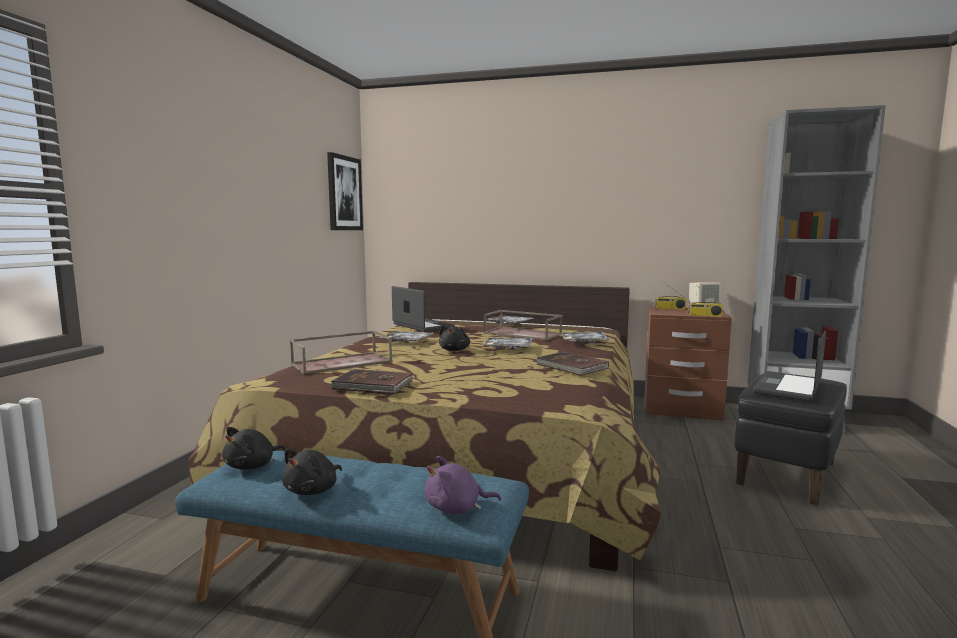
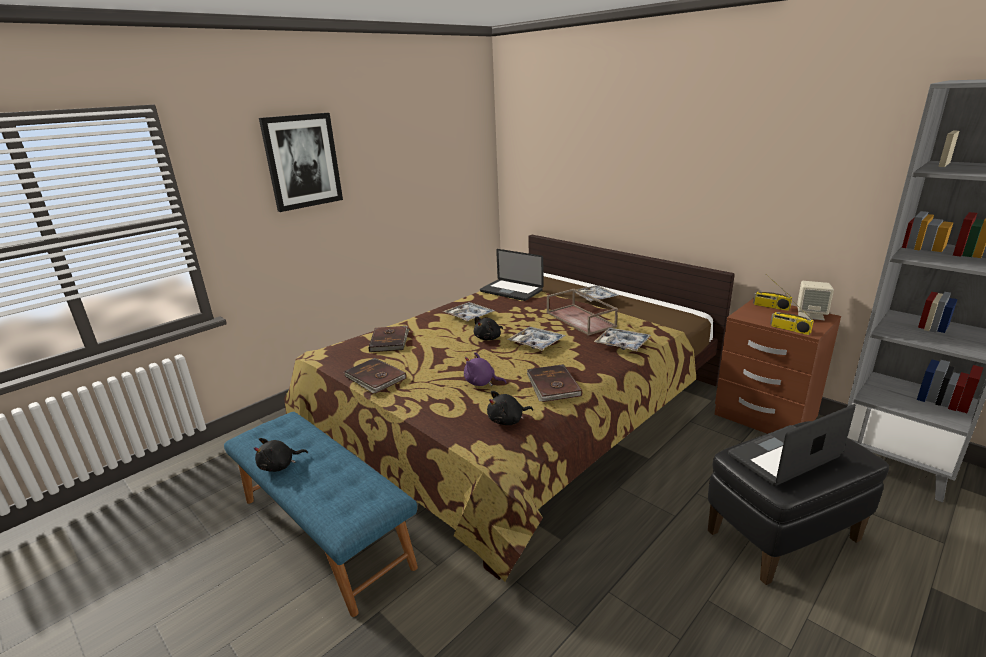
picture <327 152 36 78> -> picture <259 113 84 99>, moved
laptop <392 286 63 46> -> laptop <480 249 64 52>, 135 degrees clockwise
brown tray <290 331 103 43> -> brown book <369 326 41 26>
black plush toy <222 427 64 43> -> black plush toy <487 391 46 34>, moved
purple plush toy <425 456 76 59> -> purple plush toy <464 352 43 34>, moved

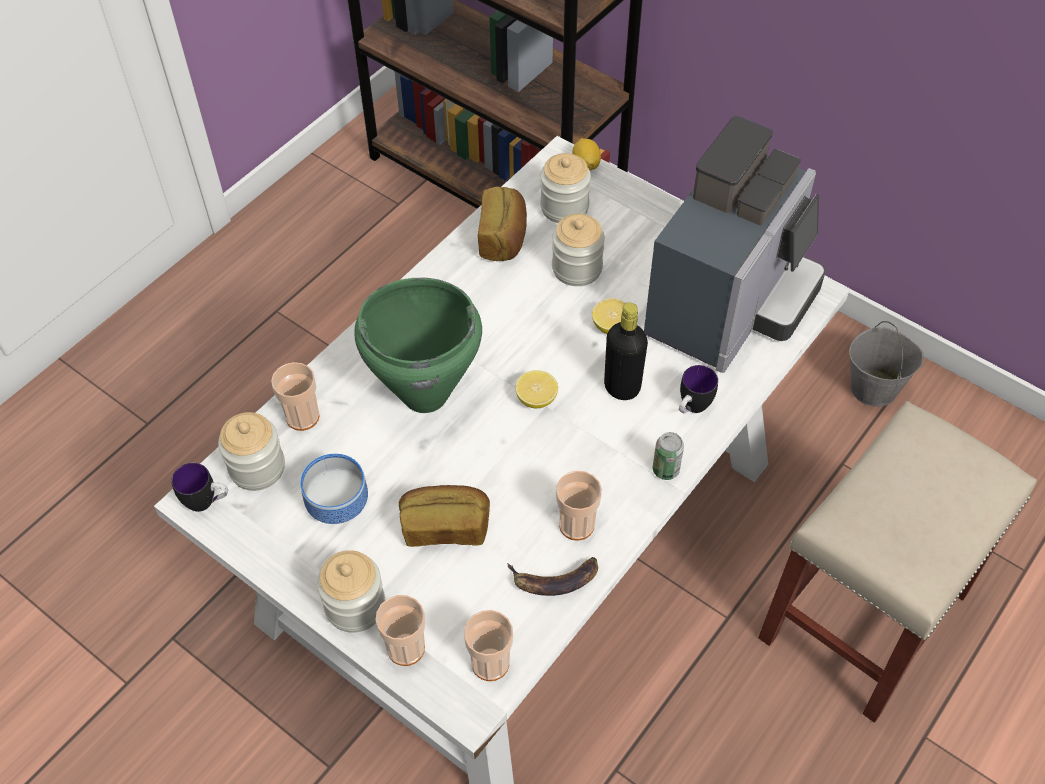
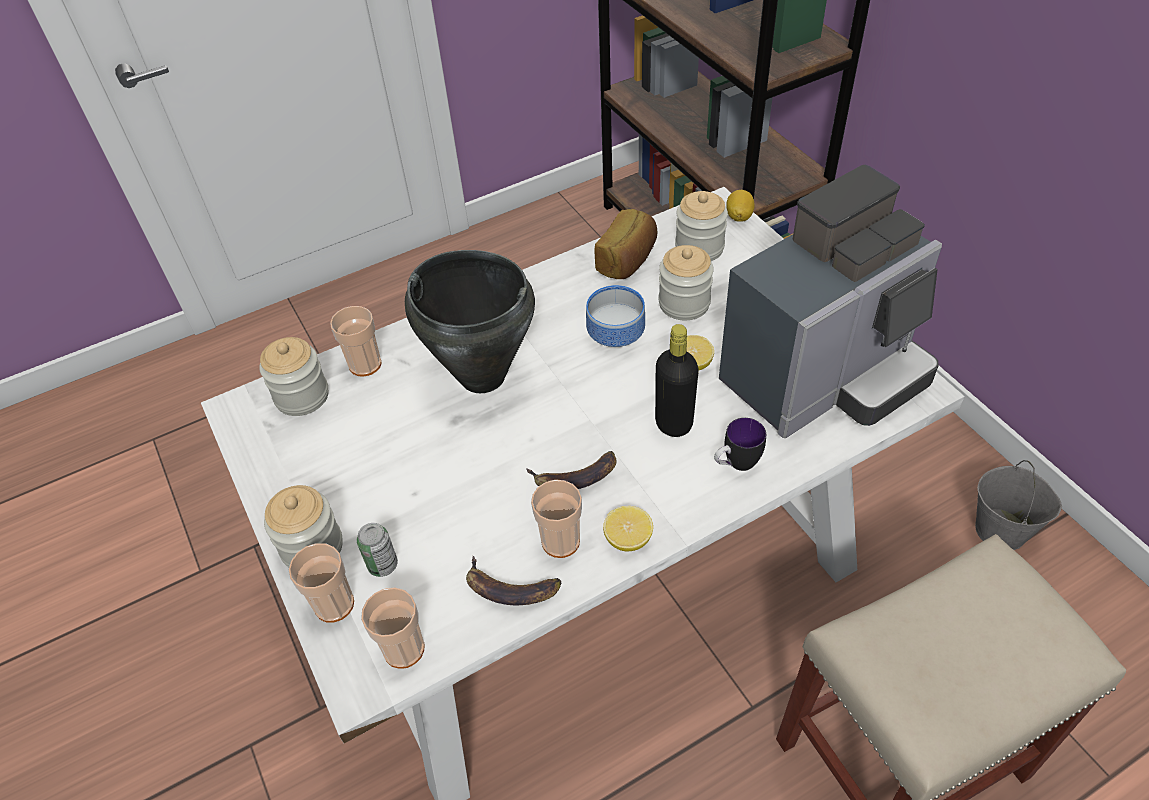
green cooking pot <355 278 127 135> -> black cooking pot <405 250 130 143>
lemon <516 370 42 39> -> lemon <603 506 50 45>, moved
can <653 432 31 48> -> can <357 523 41 54>, moved
bowl <300 454 68 70> -> bowl <586 285 59 62>, moved
mug <171 463 57 49> -> none
bread <399 485 91 62> -> none
none -> banana <526 451 91 38>

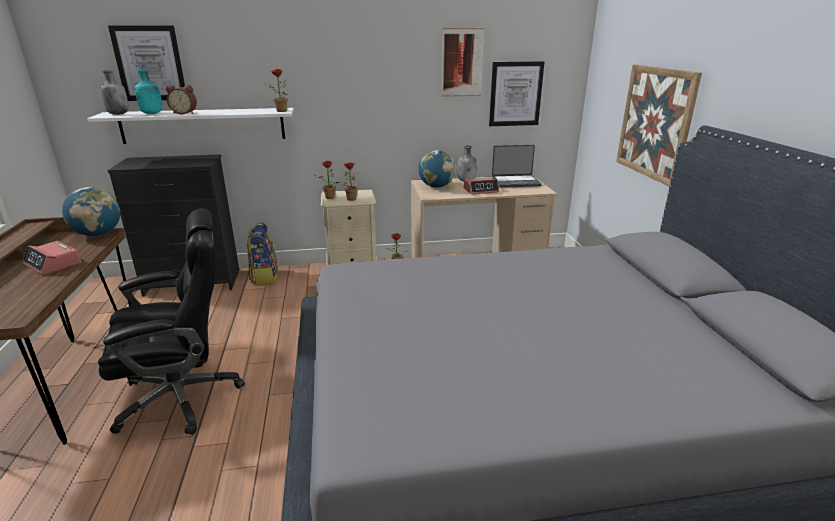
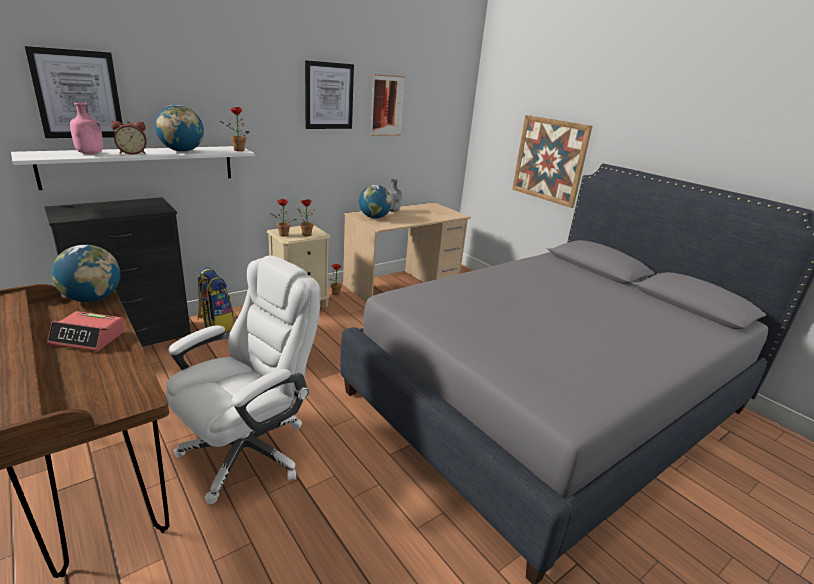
picture <489 61 55 65> -> picture <305 60 49 69>, moved
grey bottle <100 70 29 45> -> none
turquoise bottle <135 70 27 44> -> pink bottle <70 102 33 52>
laptop <492 145 50 43> -> none
alarm clock <464 177 36 18> -> none
black office chair <98 208 147 227> -> white office chair <166 255 154 249>
none -> globe <155 105 49 47>

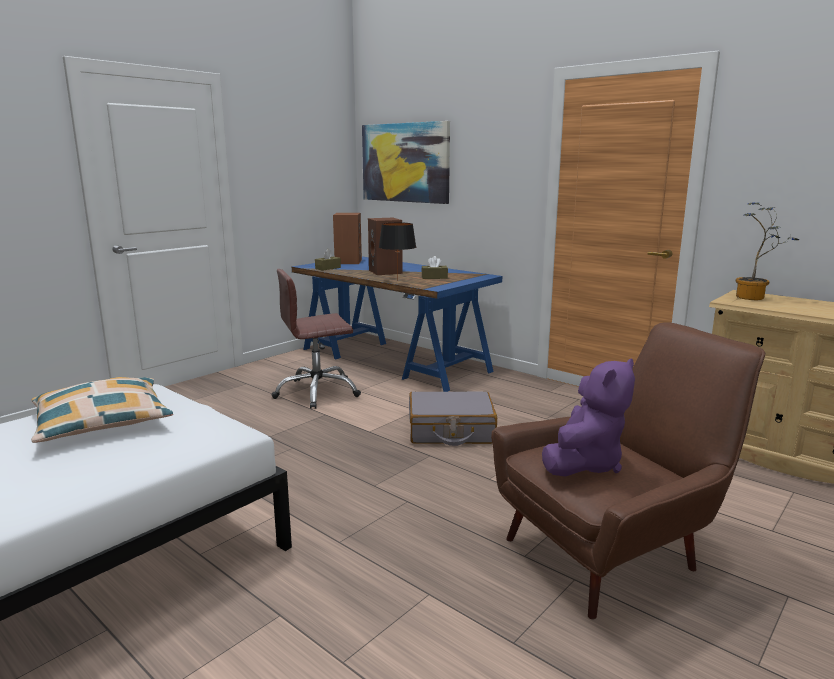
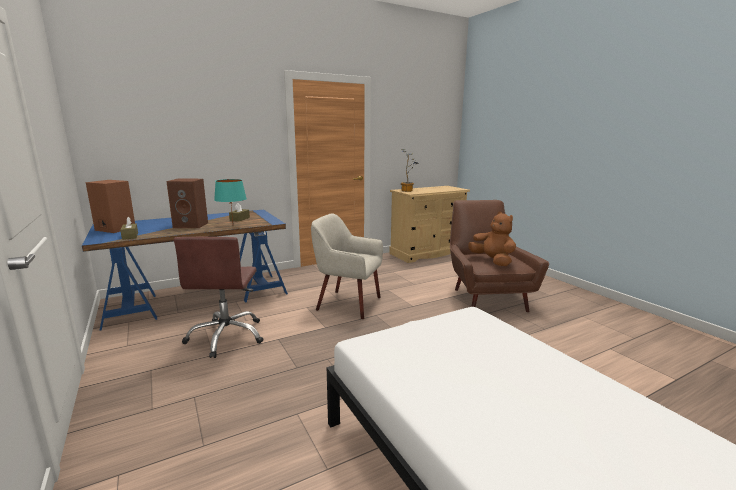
picture <362 121 88 83> -> none
black table lamp <379 222 37 49> -> turquoise table lamp <214 179 33 43>
purple plush toy <542 359 93 118> -> brown plush toy <468 211 48 55>
pillow <31 377 142 66> -> none
grey suitcase <409 391 88 55> -> beige armchair <311 213 72 106>

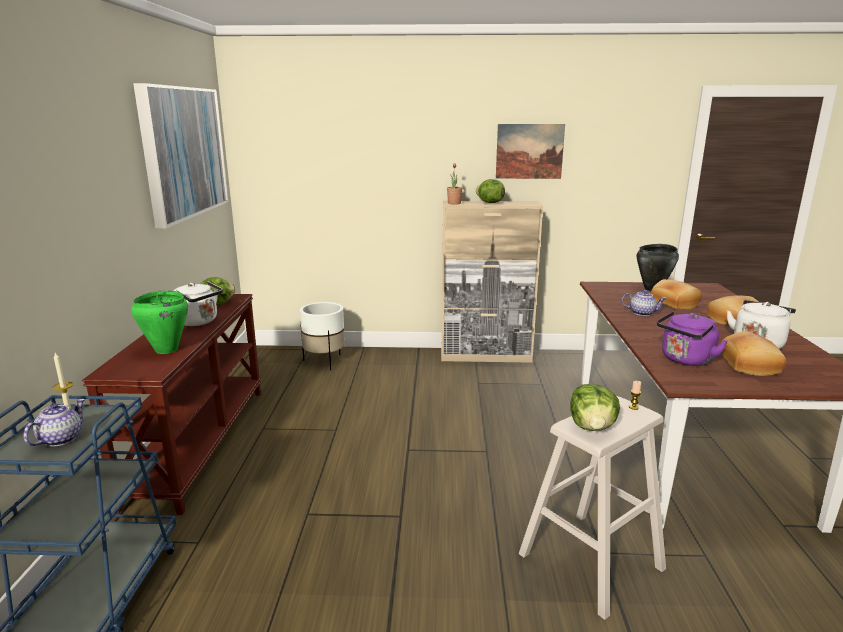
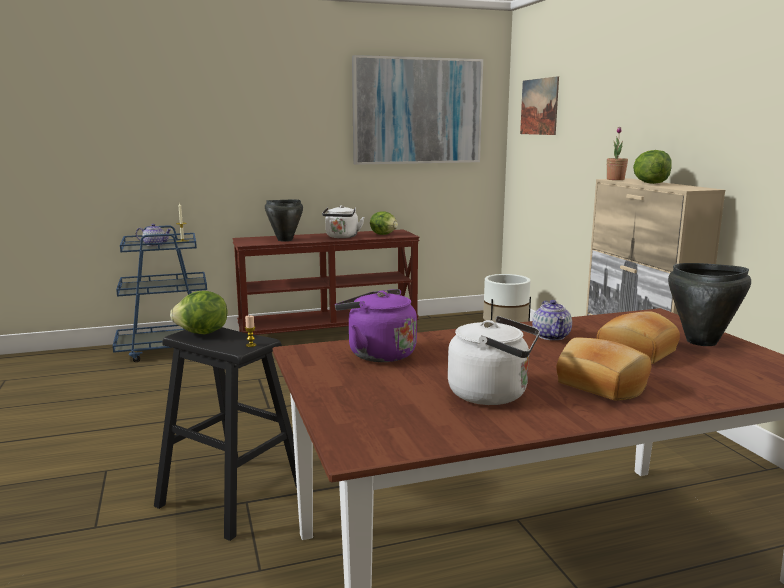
picture <496 124 69 55> -> picture <520 76 39 59>, moved
green cooking pot <131 291 57 63> -> black cooking pot <265 200 38 41>
bread <720 331 66 45> -> none
beige stool <519 396 147 224> -> black stool <154 327 143 214>

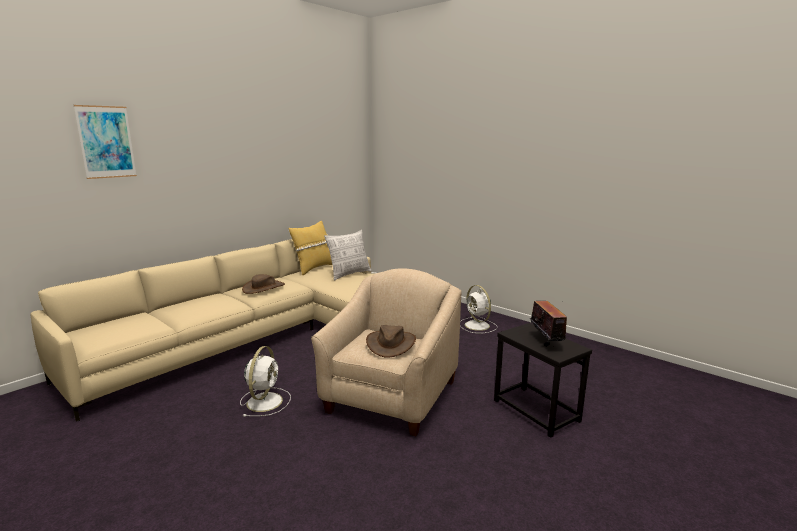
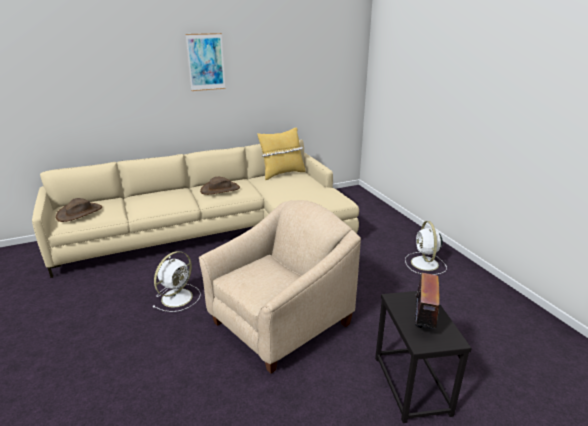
picture <74 105 63 74> -> picture <186 33 39 58>, moved
pillow <324 230 48 50> -> none
brown hat <366 325 50 33> -> brown hat <56 198 46 24>, moved

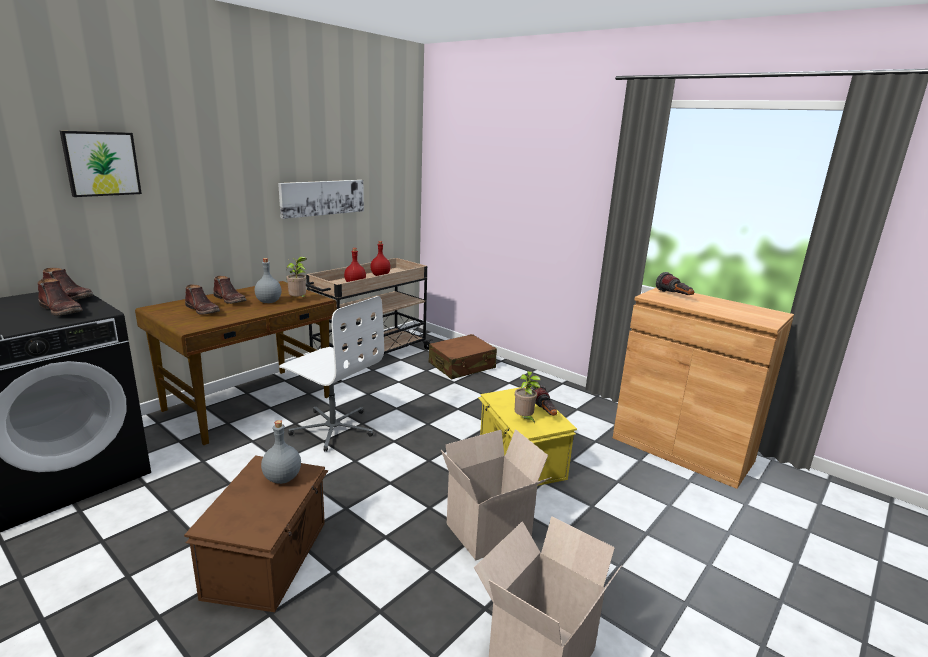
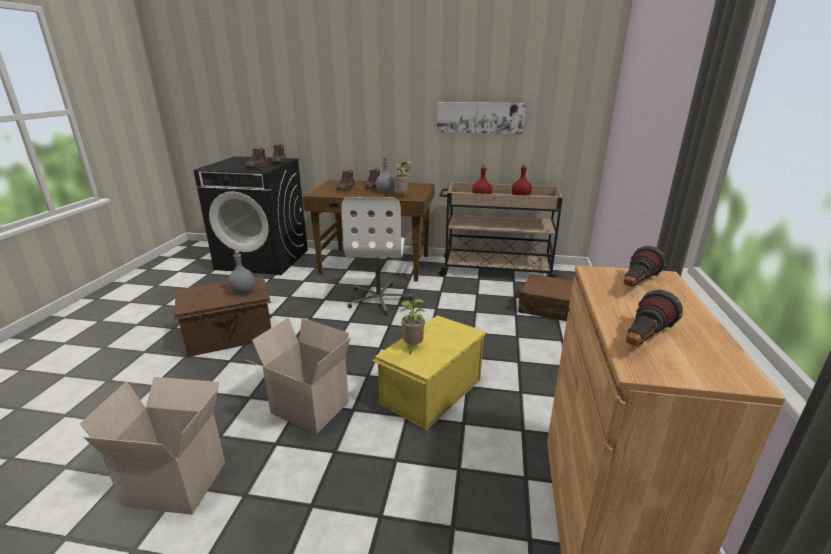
picture <60 131 82 66> -> none
flashlight <531 384 26 32> -> flashlight <626 290 57 56>, moved

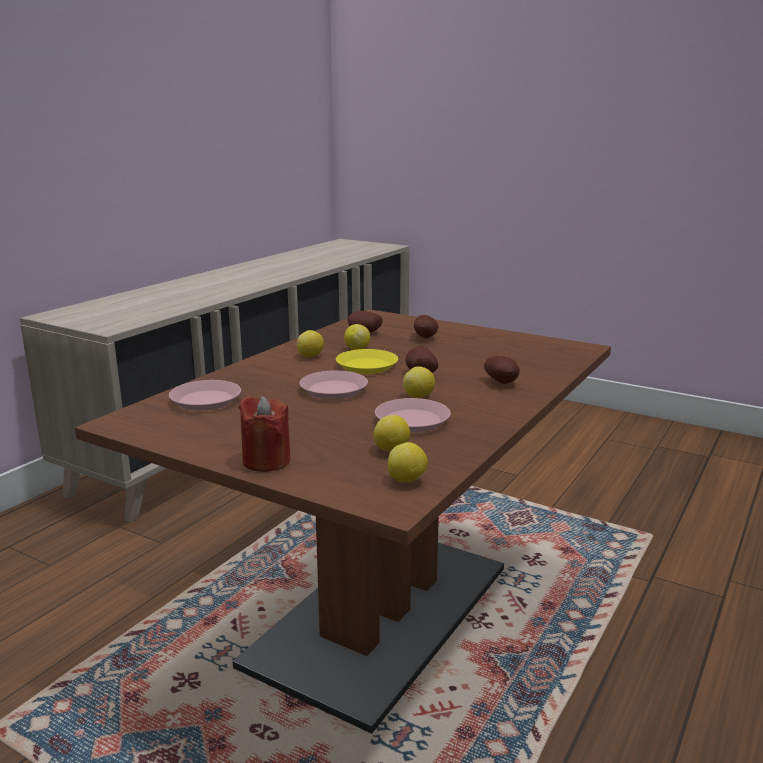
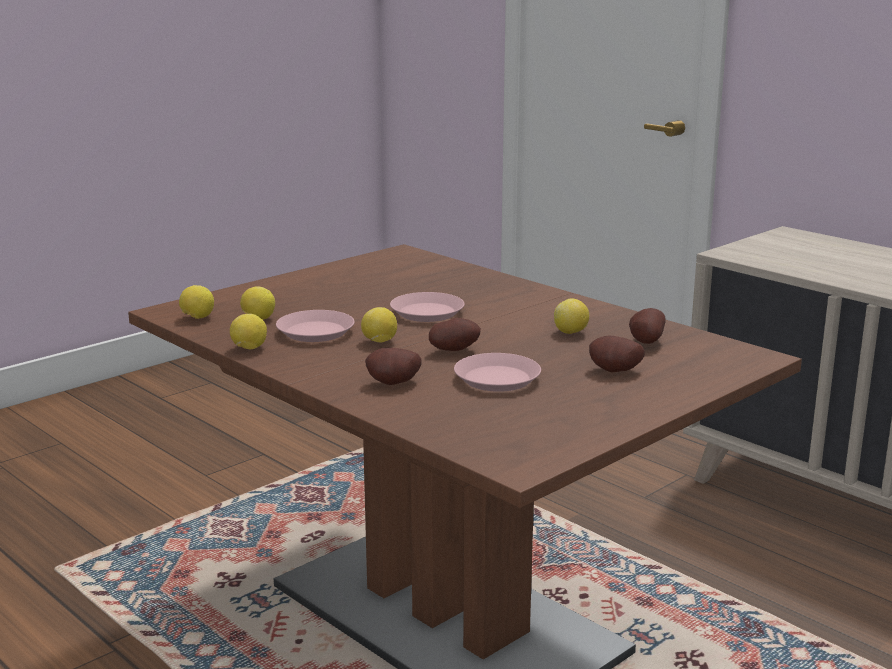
lemon <297 330 27 27> -> lemon <230 314 37 35>, moved
yellow plate <336 349 62 25> -> none
pink plate <169 380 72 31> -> pink plate <454 353 87 39>, moved
red candle <239 396 52 76> -> none

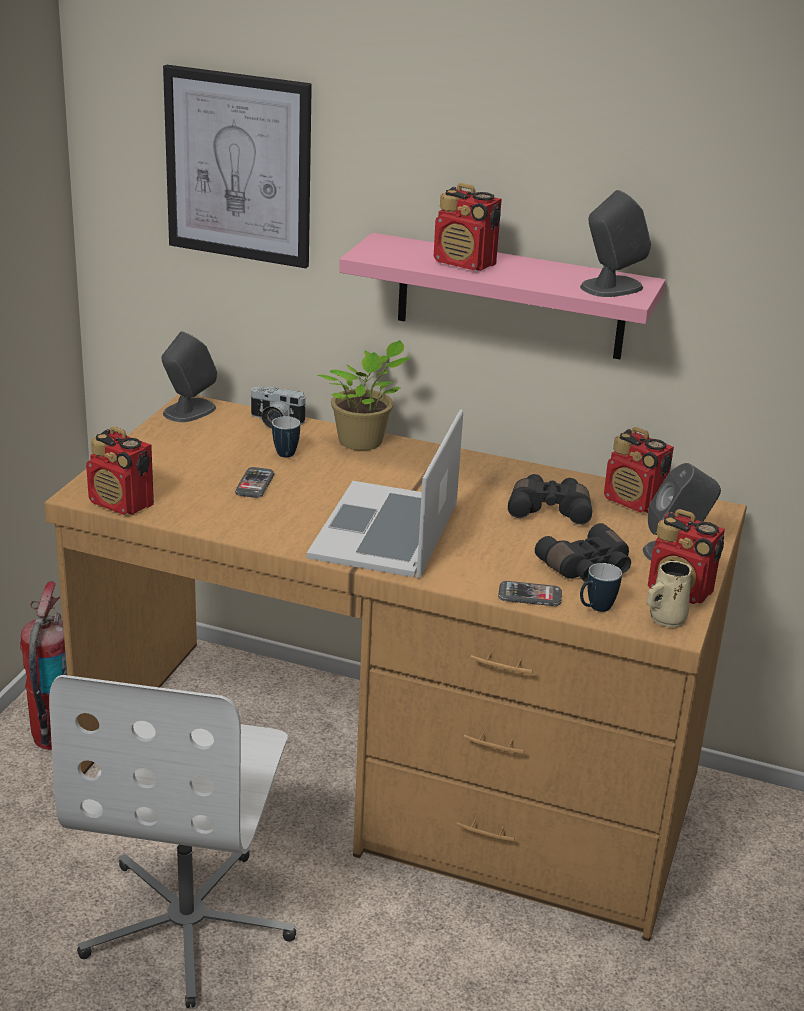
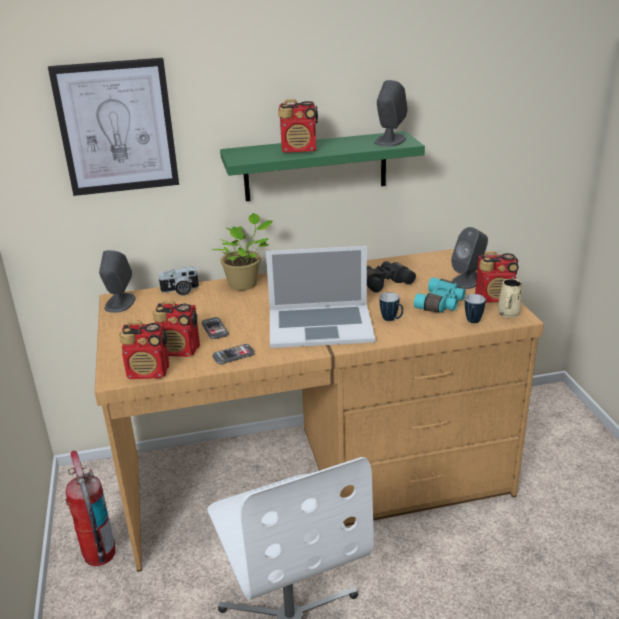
pink shelf <339 233 327 126> -> green shelf <220 131 205 70>
laptop <307 409 156 169> -> laptop <266 246 109 102>, 75 degrees counterclockwise
mug <272 416 28 41> -> mug <379 292 24 29>, moved
radio <604 427 70 86> -> radio <153 300 47 57>, moved
black binoculars <535 523 96 59> -> turquoise binoculars <414 278 52 35>
phone <498 581 64 25> -> phone <213 344 42 20>, moved

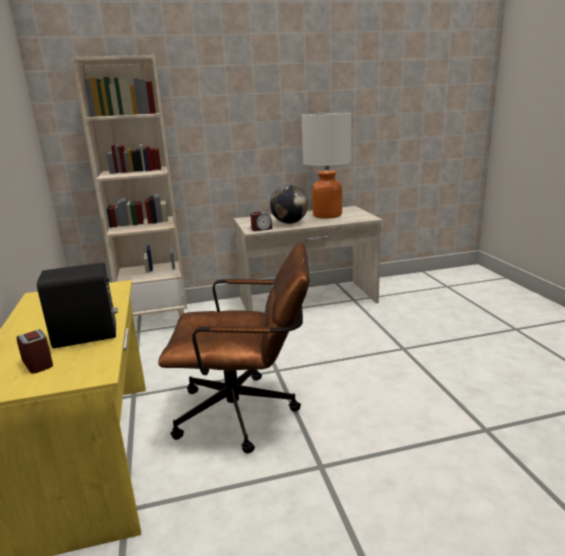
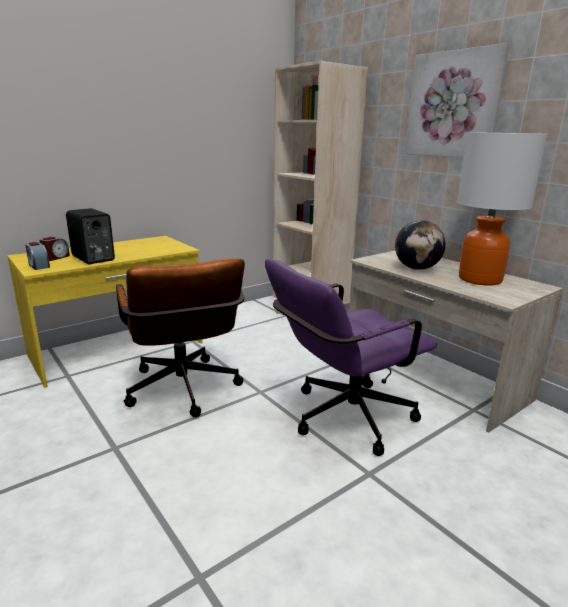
alarm clock <250 211 22 20> -> alarm clock <25 242 25 28>, moved
none -> picture <405 43 105 114>
none -> purple office chair <265 258 172 198>

